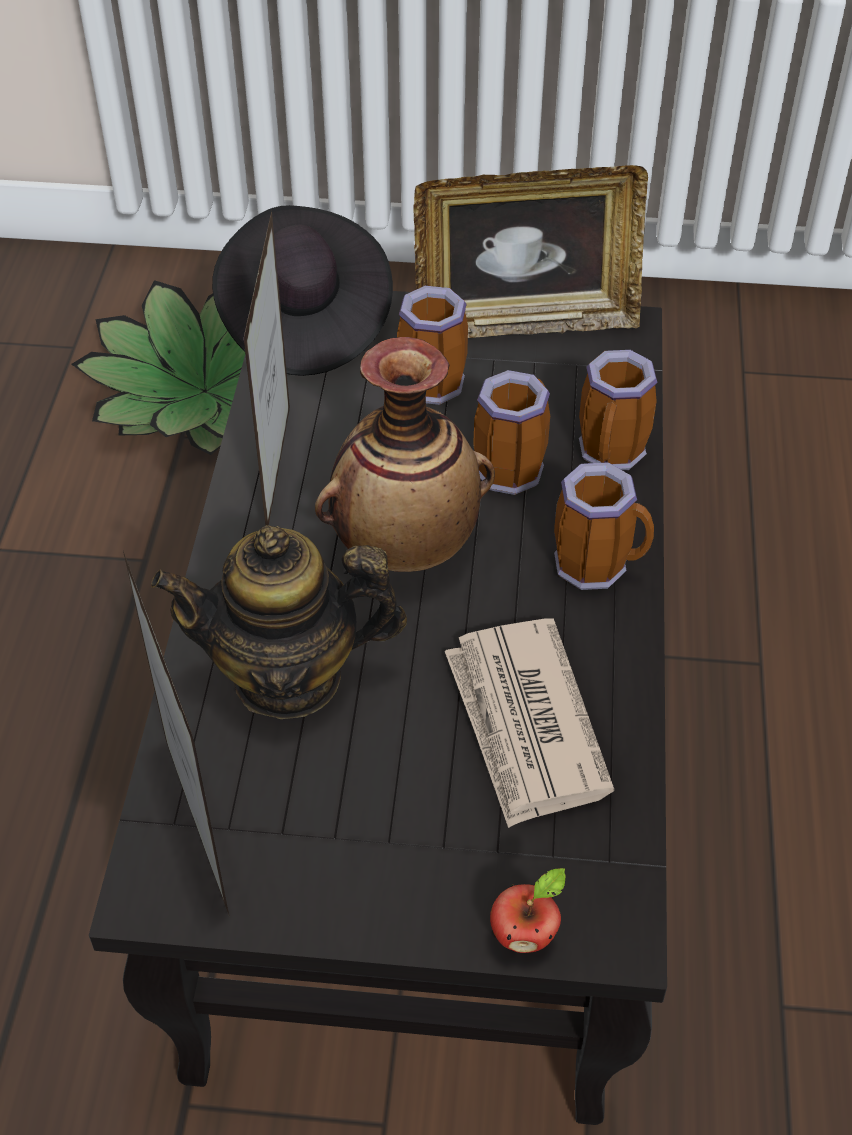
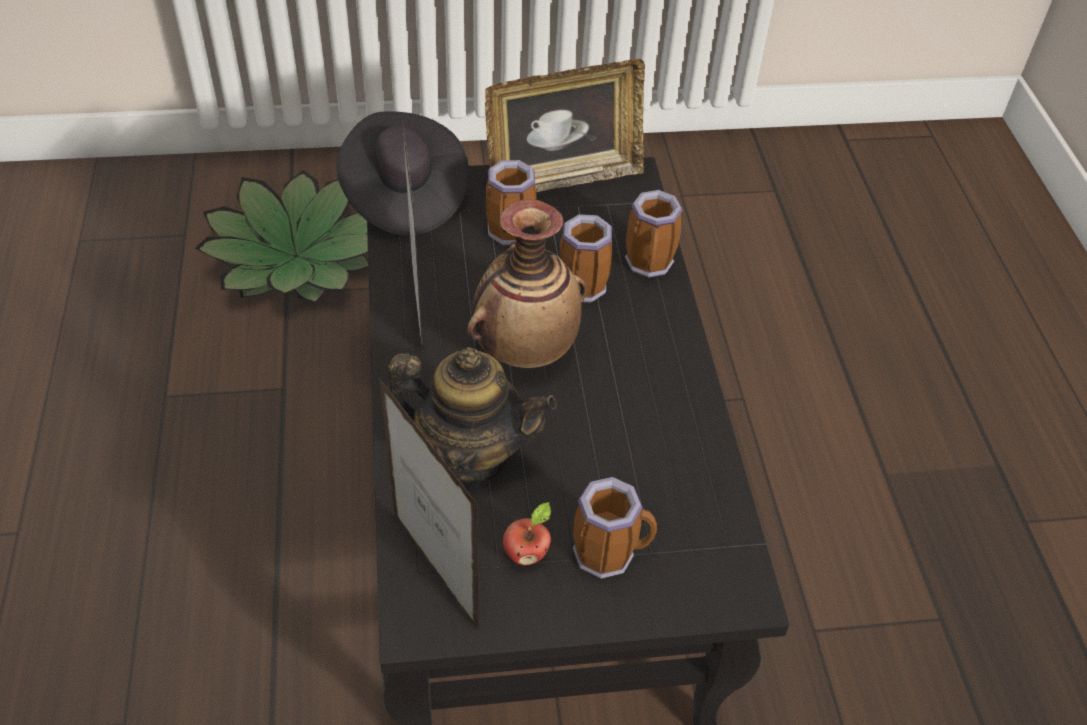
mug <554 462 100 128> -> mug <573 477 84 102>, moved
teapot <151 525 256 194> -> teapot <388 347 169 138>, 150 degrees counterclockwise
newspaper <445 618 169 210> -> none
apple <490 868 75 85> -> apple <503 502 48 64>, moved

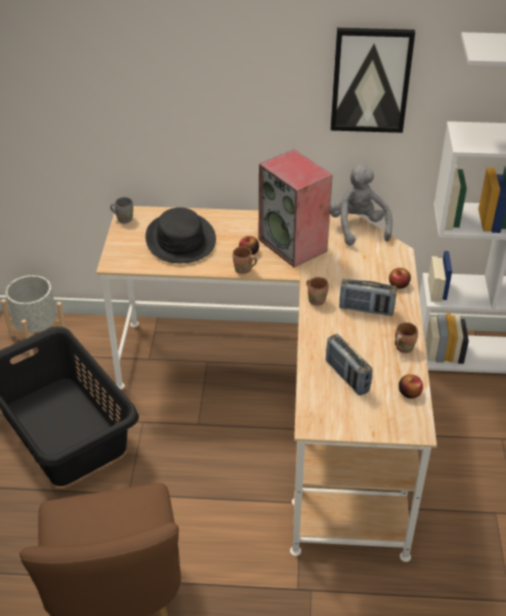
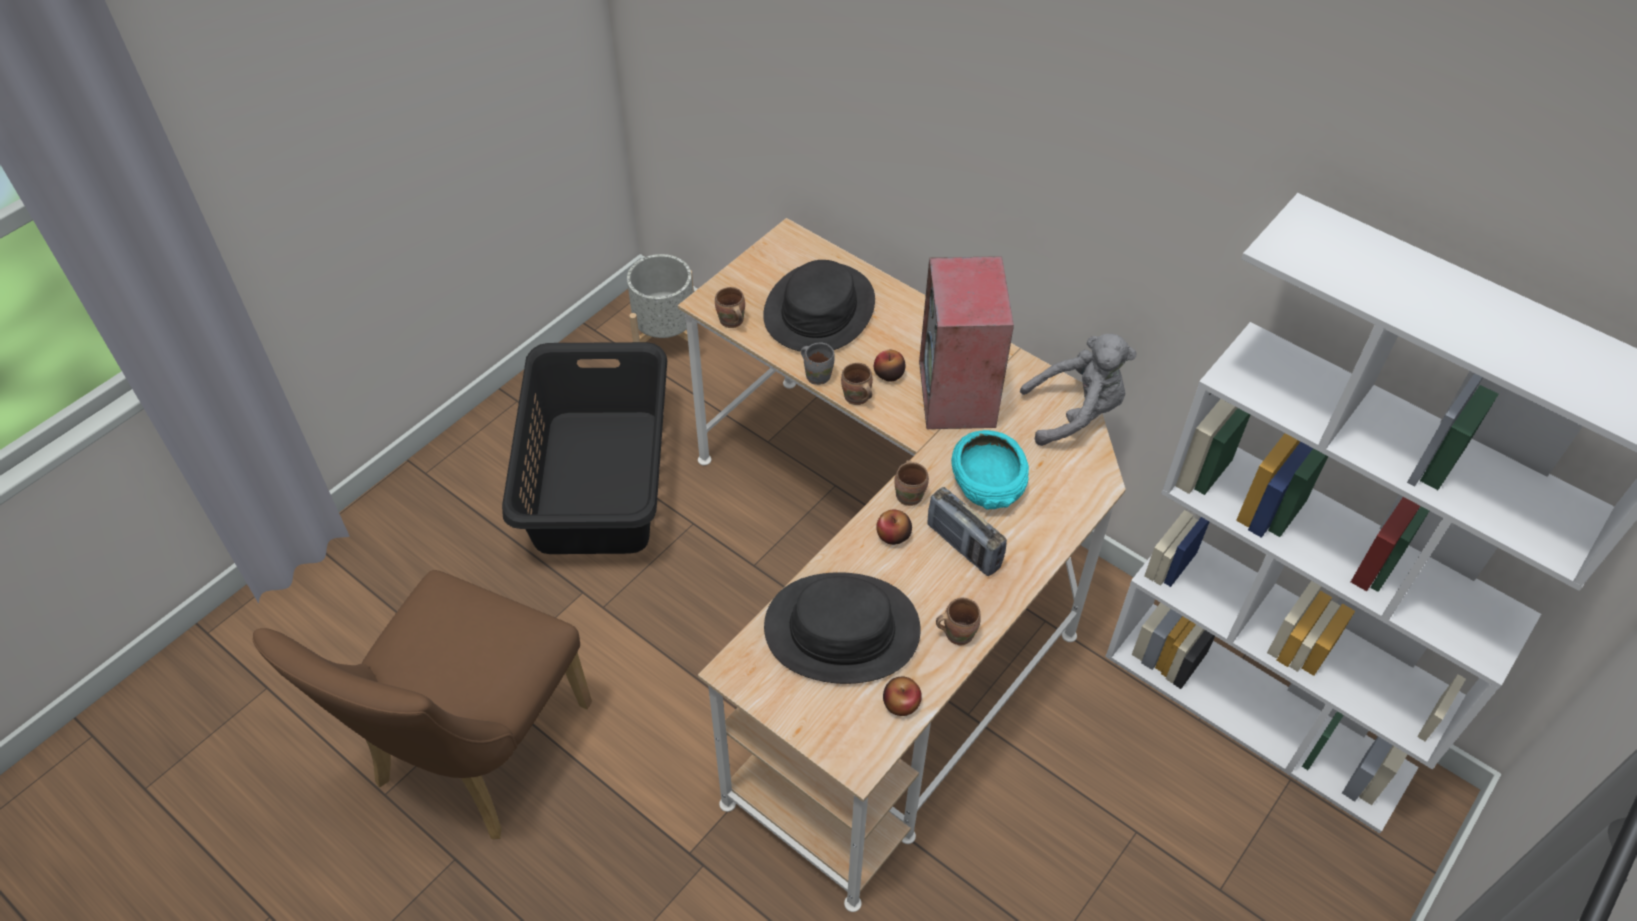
picture <331 28 84 105> -> none
grey plush toy <330 165 63 81> -> grey plush toy <1020 334 116 112>, 60 degrees clockwise
grey mug <110 197 23 27> -> grey mug <801 342 34 43>, moved
apple <389 268 22 21> -> apple <876 510 36 35>, moved
radio <326 334 46 62> -> black hat <764 572 157 112>
none -> brown mug <715 287 30 41>
none -> turquoise bowl <951 430 78 80>

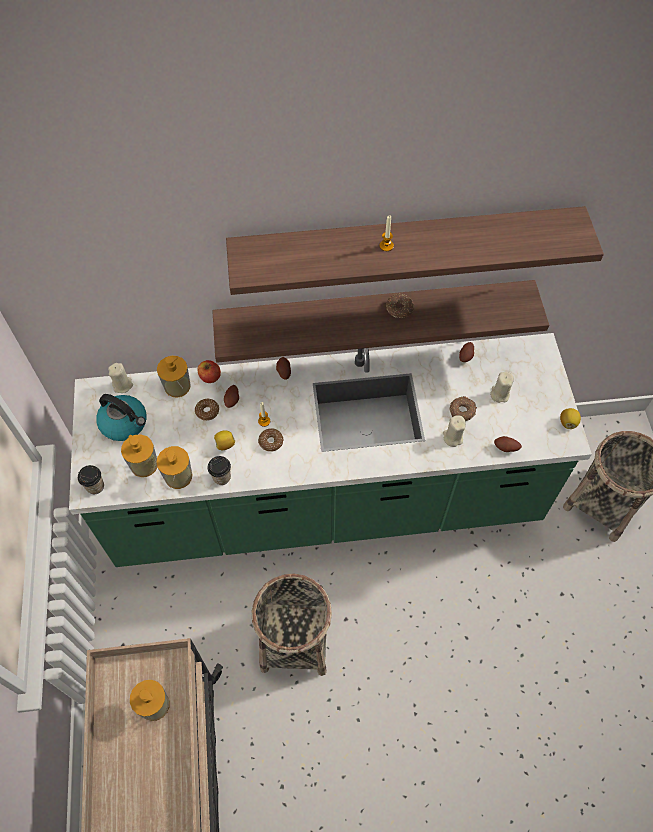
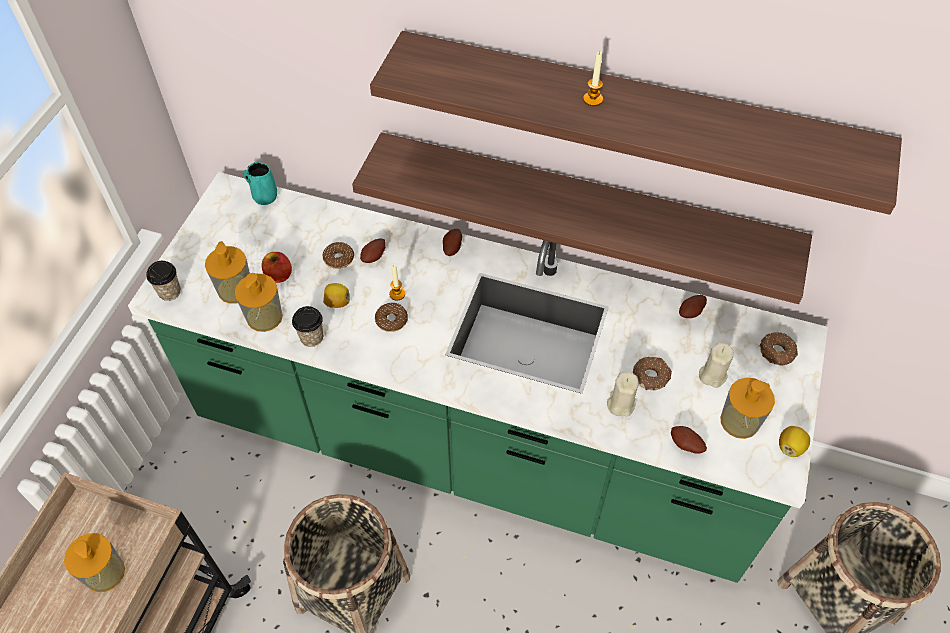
donut <386 293 29 25> -> donut <760 332 38 34>, moved
soap dispenser <157 356 34 42> -> soap dispenser <720 378 55 61>, moved
apple <197 360 24 23> -> apple <261 252 31 31>, moved
beige candle <108 363 25 30> -> turquoise mug <243 162 34 43>
kettle <96 394 51 47> -> none

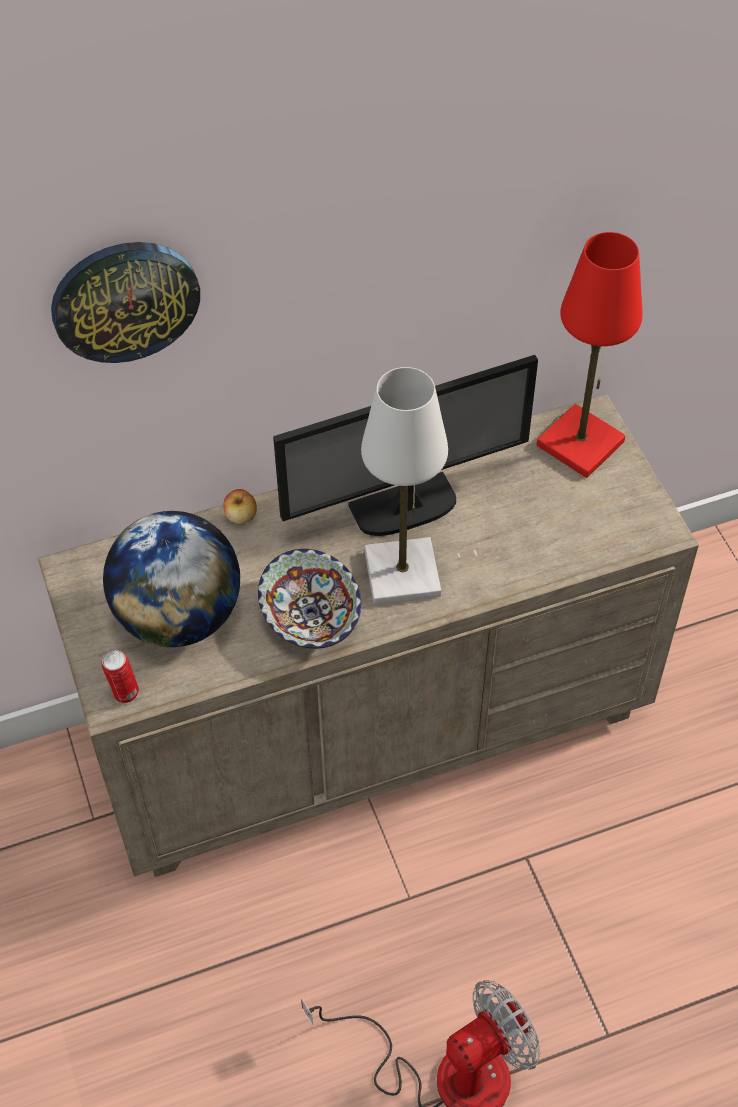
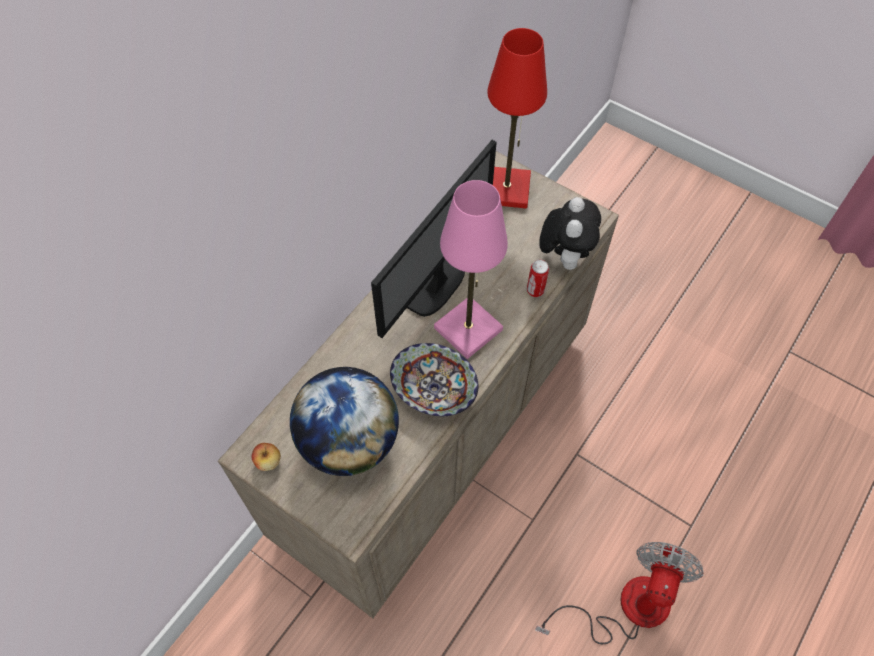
wall clock <51 242 149 121> -> none
white table lamp <361 367 87 238> -> pink table lamp <434 180 74 179>
apple <224 489 33 35> -> apple <251 443 30 28>, moved
can <101 649 38 54> -> can <527 260 22 37>, moved
none -> plush toy <539 197 62 73>

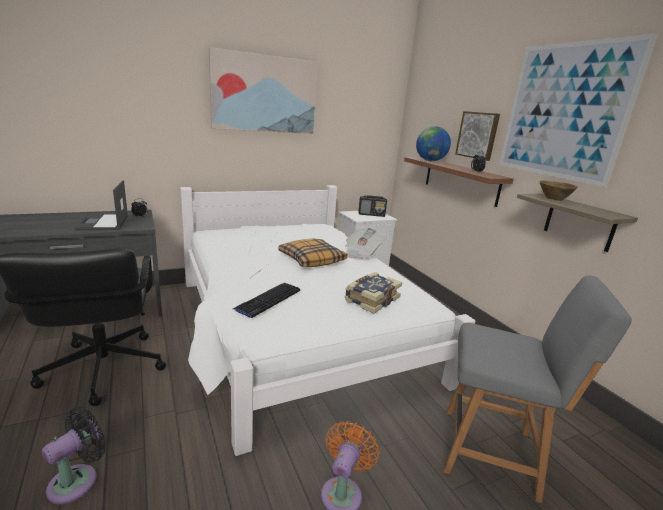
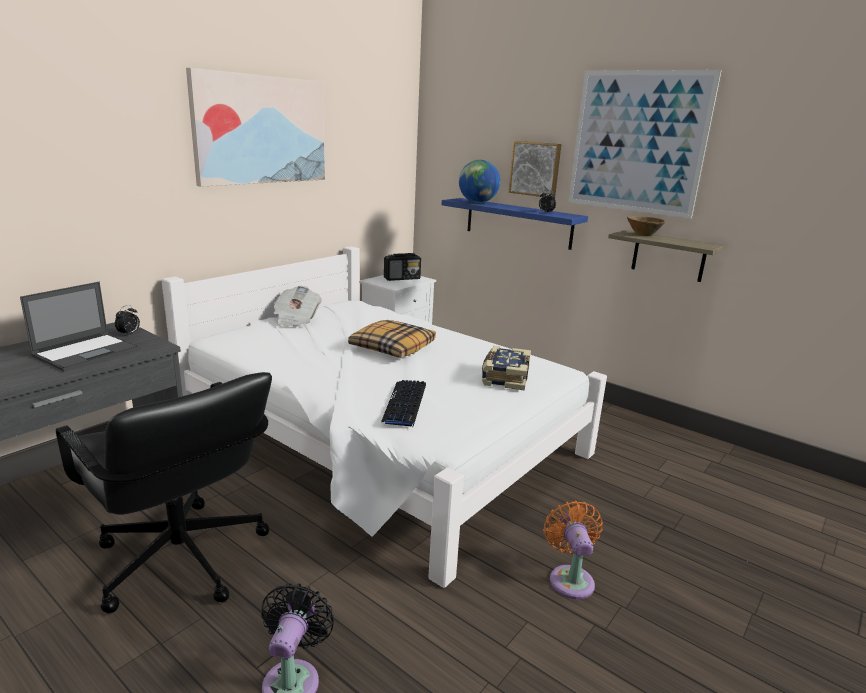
brown shelf <404 157 110 50> -> blue shelf <442 198 146 52>
laptop <74 180 54 50> -> laptop <20 282 120 90>, 105 degrees counterclockwise
newspaper <345 228 38 31> -> newspaper <273 286 49 41>, moved
grey chair <443 276 189 227> -> none

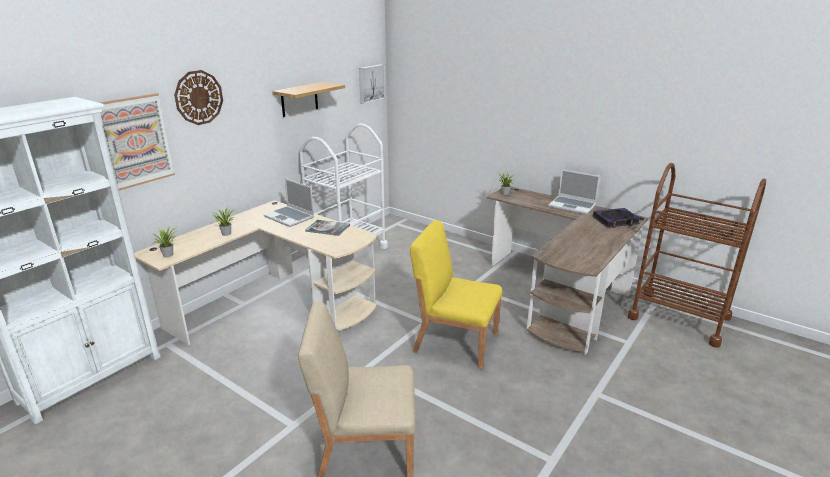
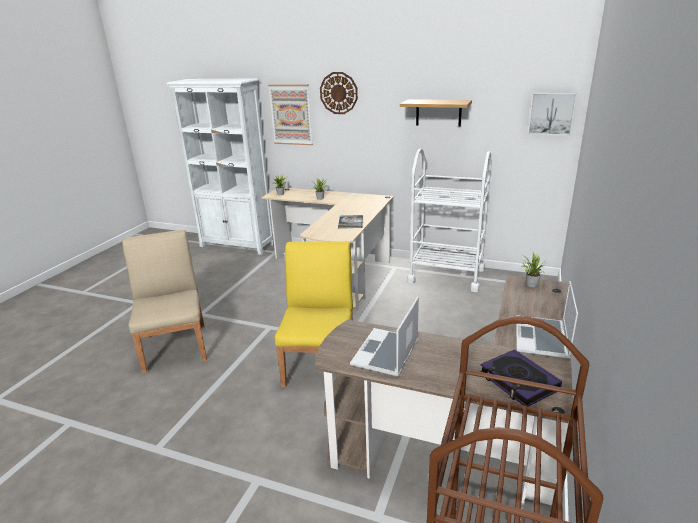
laptop <264 178 50 49> -> laptop <350 296 69 81>, moved

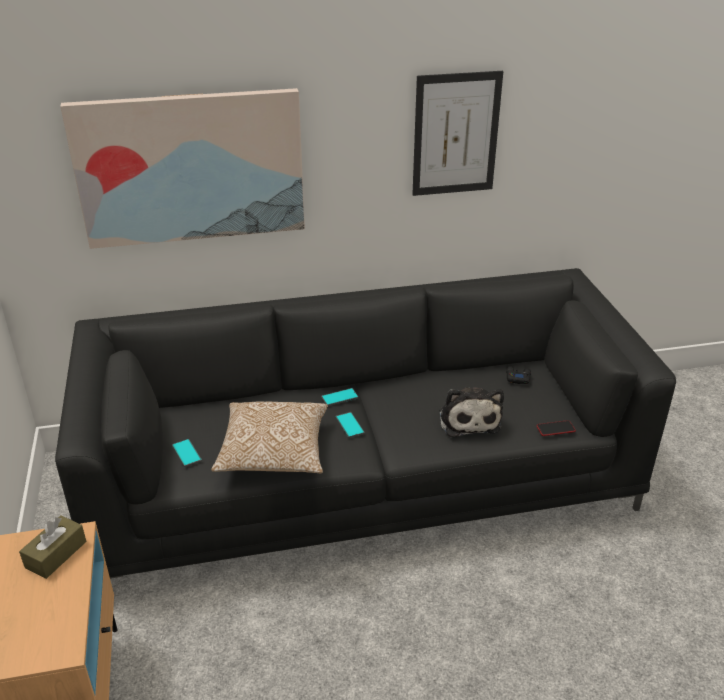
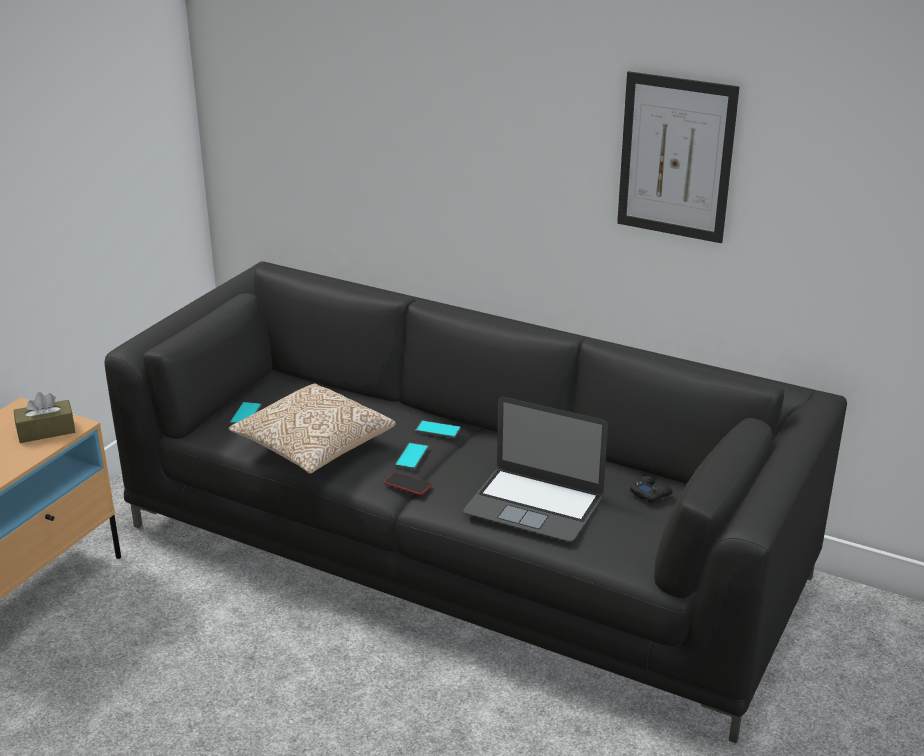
picture <60 88 245 161> -> none
plush toy <439 387 65 50> -> laptop <463 397 145 145>
phone <536 420 40 16> -> phone <384 472 48 23>, moved

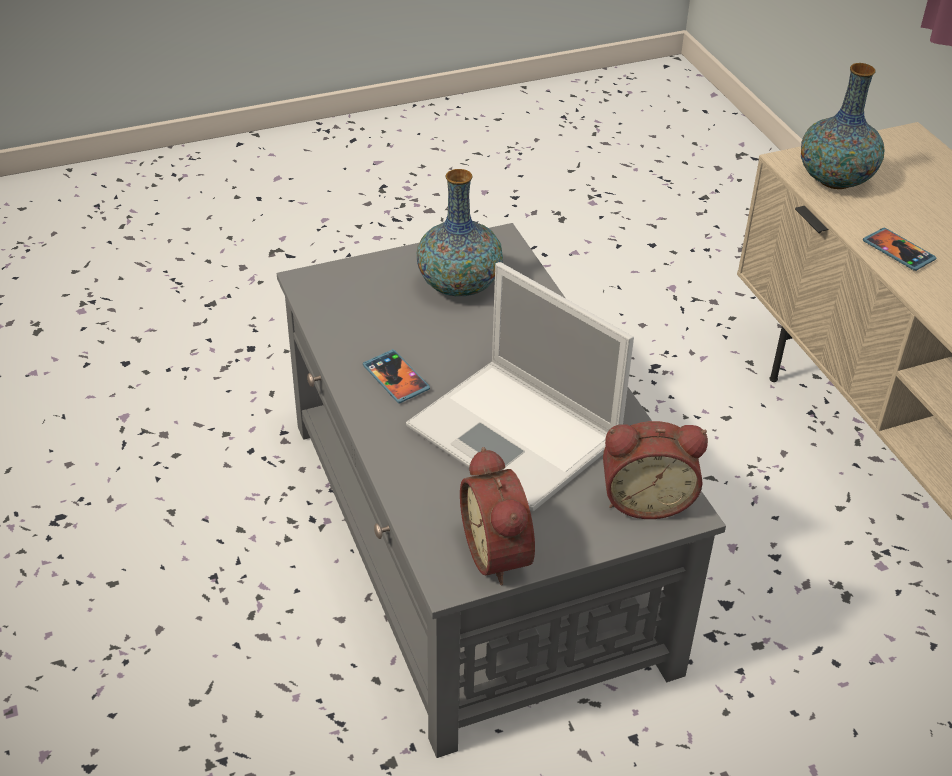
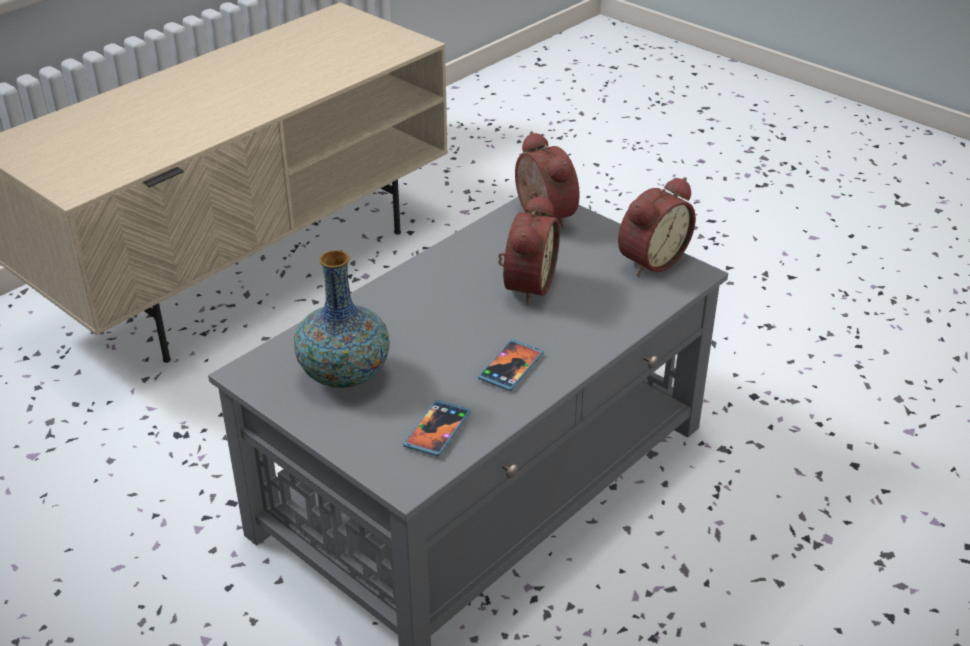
vase <801 63 83 126> -> none
phone <863 228 74 43> -> phone <403 400 68 56>, moved
laptop <406 262 228 249> -> alarm clock <498 194 62 111>

